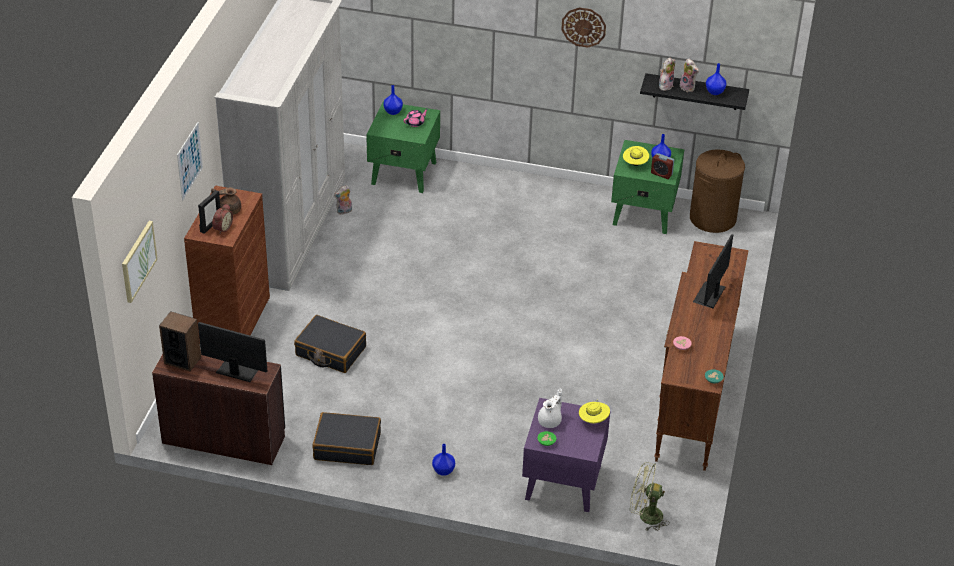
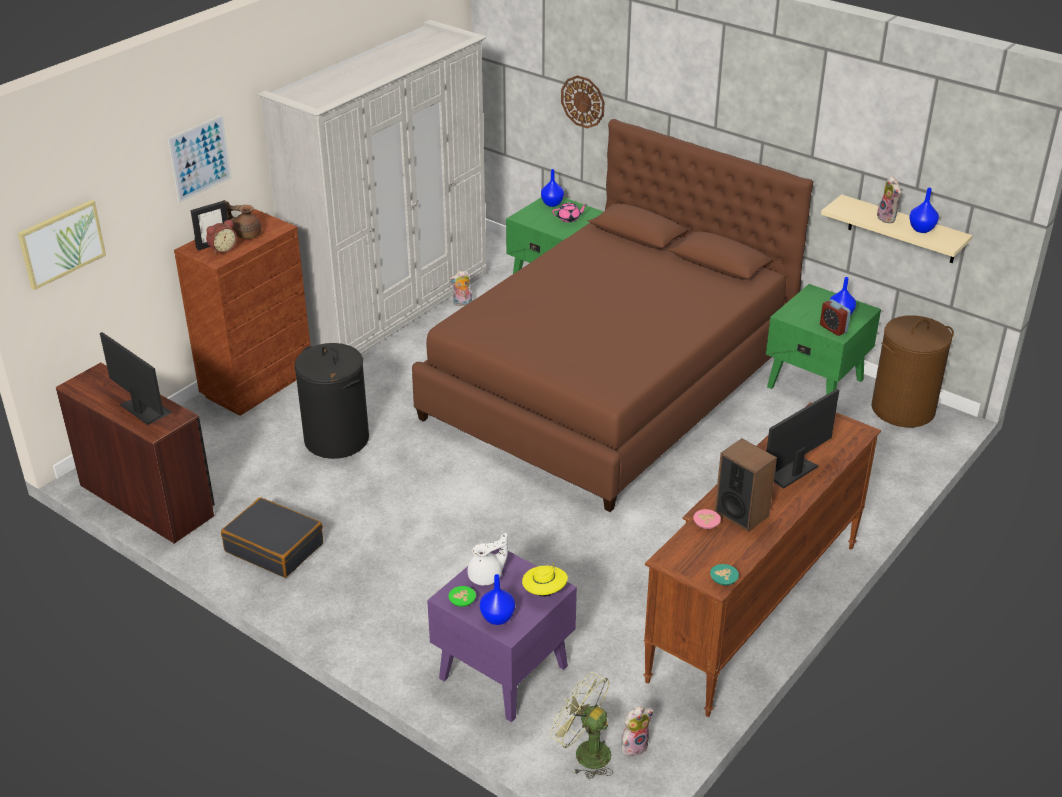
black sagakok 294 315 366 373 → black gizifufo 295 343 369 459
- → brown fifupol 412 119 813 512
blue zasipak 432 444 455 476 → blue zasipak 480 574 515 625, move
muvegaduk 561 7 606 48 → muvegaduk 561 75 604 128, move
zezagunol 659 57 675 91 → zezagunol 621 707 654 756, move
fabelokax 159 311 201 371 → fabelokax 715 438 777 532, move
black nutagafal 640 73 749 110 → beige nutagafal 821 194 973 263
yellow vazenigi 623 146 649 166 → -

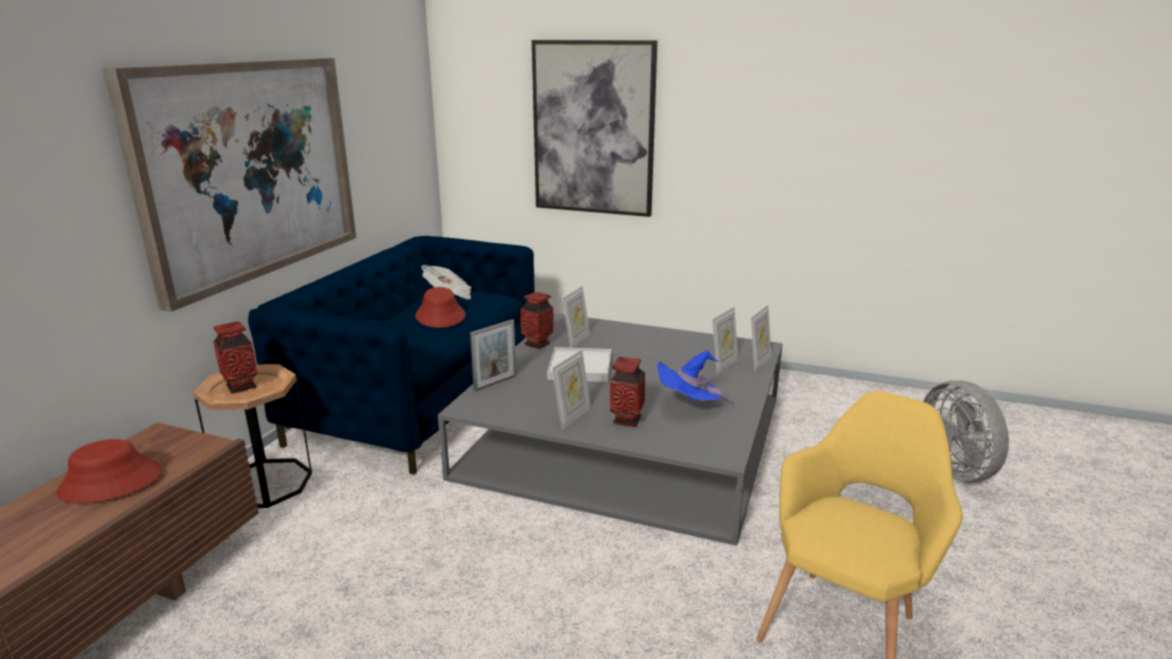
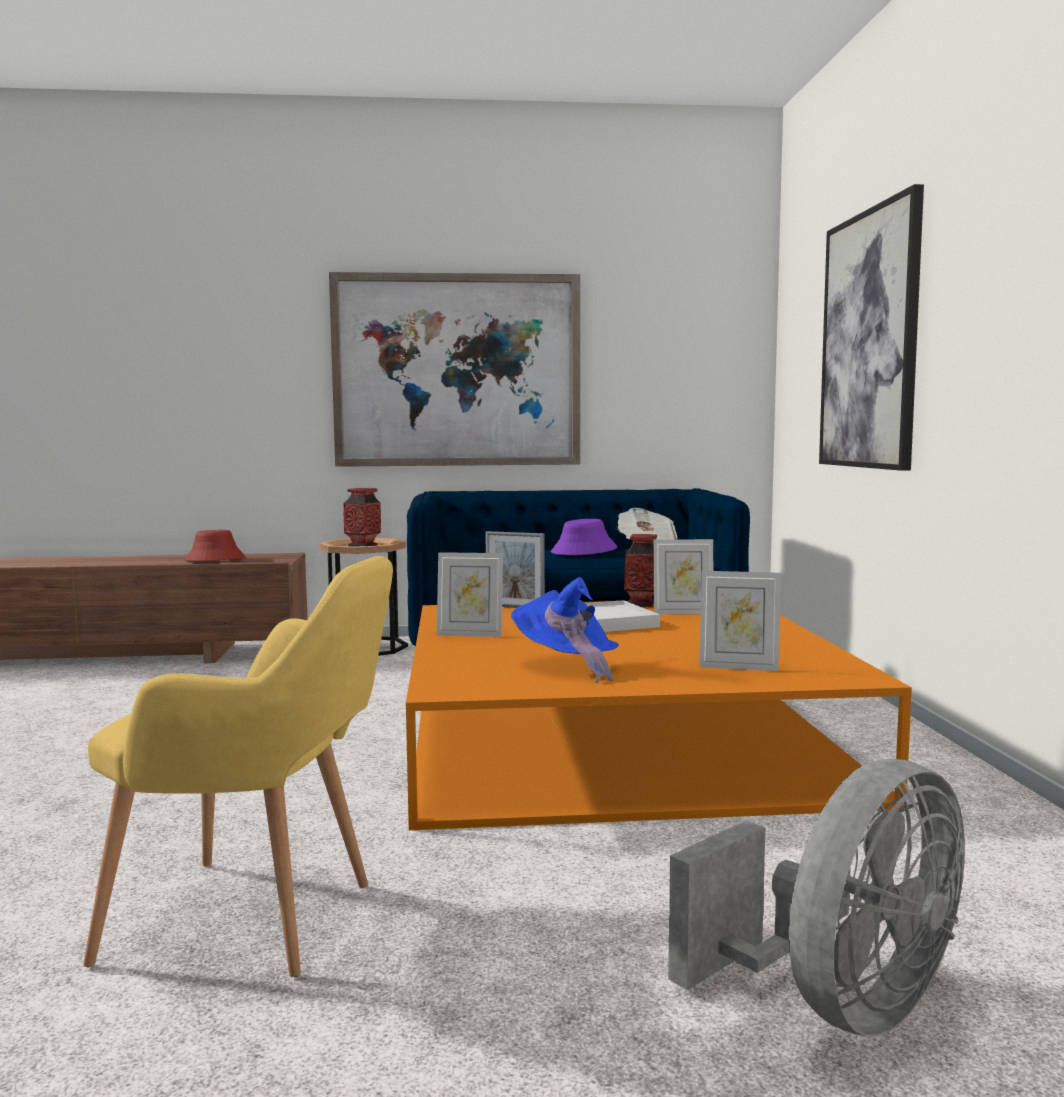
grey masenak 438 313 783 546 → orange masenak 406 601 912 830
red vazenigi 415 287 466 328 → purple vazenigi 551 519 617 555
zasipak 610 357 645 427 → -
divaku 751 305 772 372 → -

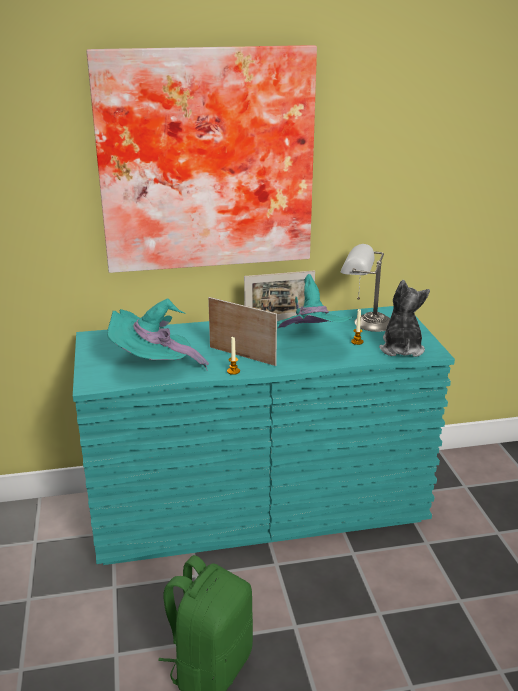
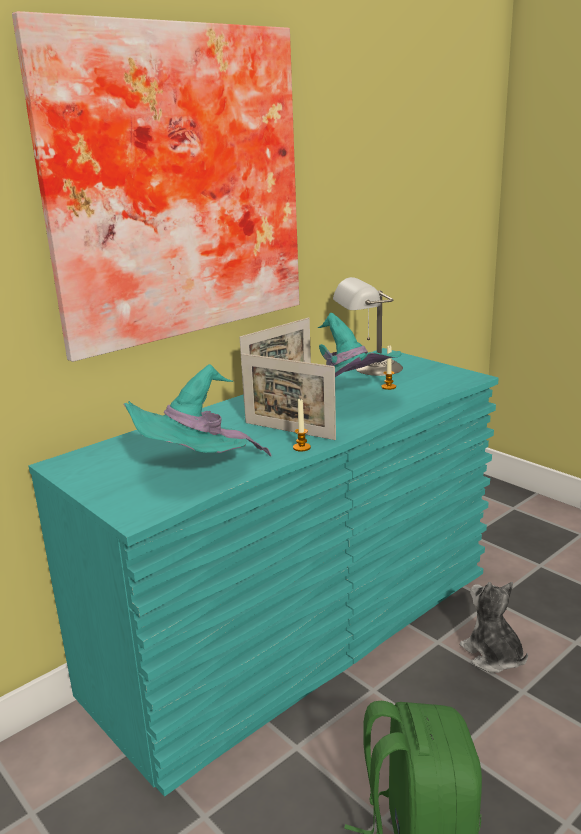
divaku 208 297 277 366 → divaku 241 353 336 440, 150 degrees counterclockwise
zezagunol 379 280 430 357 → zezagunol 460 582 528 673, move

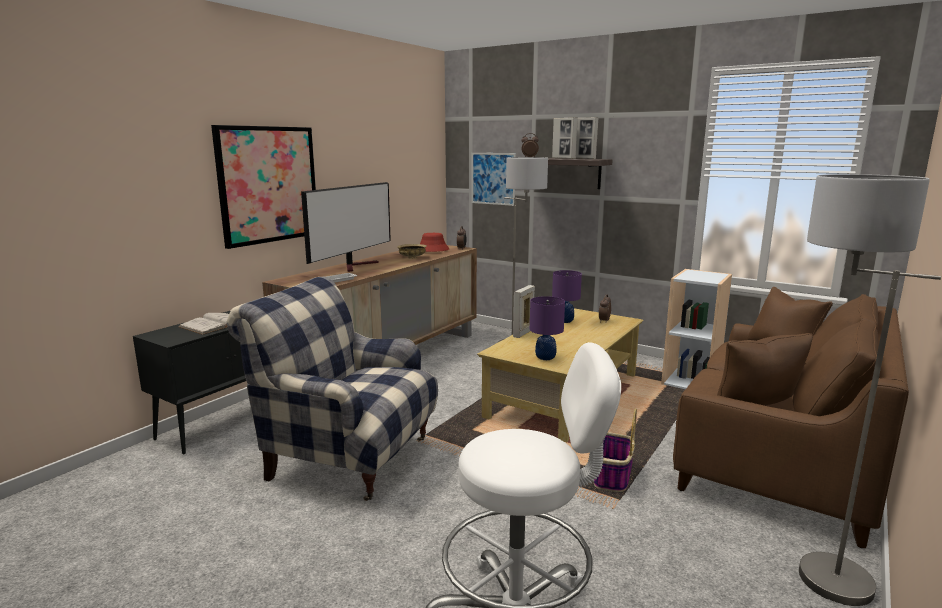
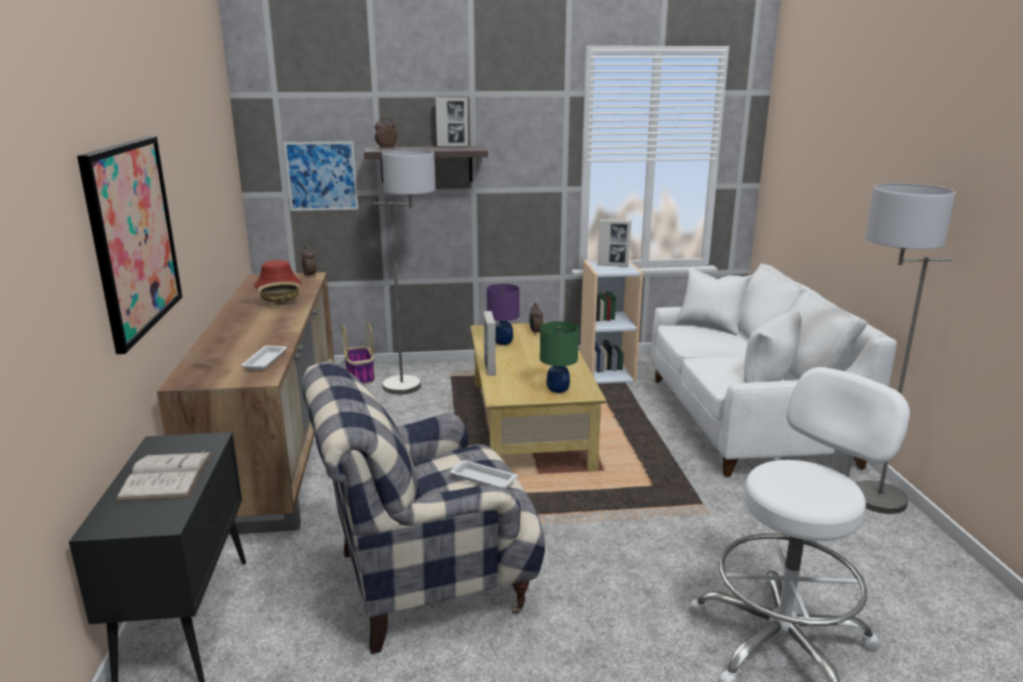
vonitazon 594 408 637 492 → vonitazon 342 323 374 384, move
- → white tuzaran 450 460 518 488
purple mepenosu 530 296 565 360 → green mepenosu 540 321 579 393
divaku 552 117 578 159 → divaku 598 219 631 267, move
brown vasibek 673 287 909 548 → white vasibek 651 263 897 477
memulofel 301 182 391 272 → -

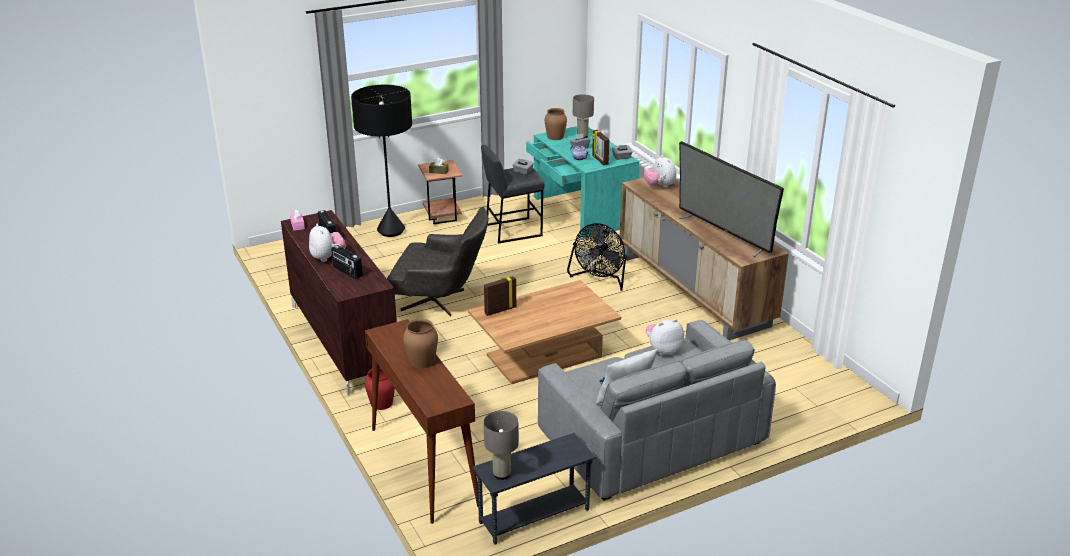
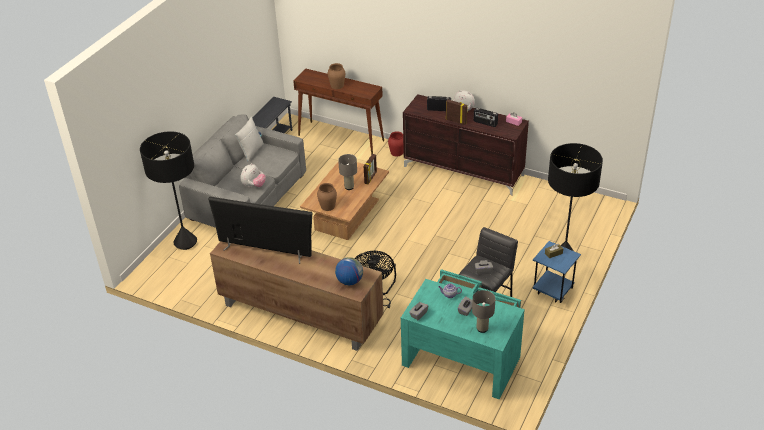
- → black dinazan 140 131 197 250
brown zasipak 545 108 567 140 → brown zasipak 317 183 337 211, move
zezagunol 644 155 676 188 → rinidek 335 257 363 285
grey mepenosu 484 411 519 480 → grey mepenosu 338 154 357 190, move
divaku 592 130 609 166 → divaku 446 99 467 125, move
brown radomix 418 160 463 224 → blue radomix 533 241 581 303
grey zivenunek 387 207 488 317 → -

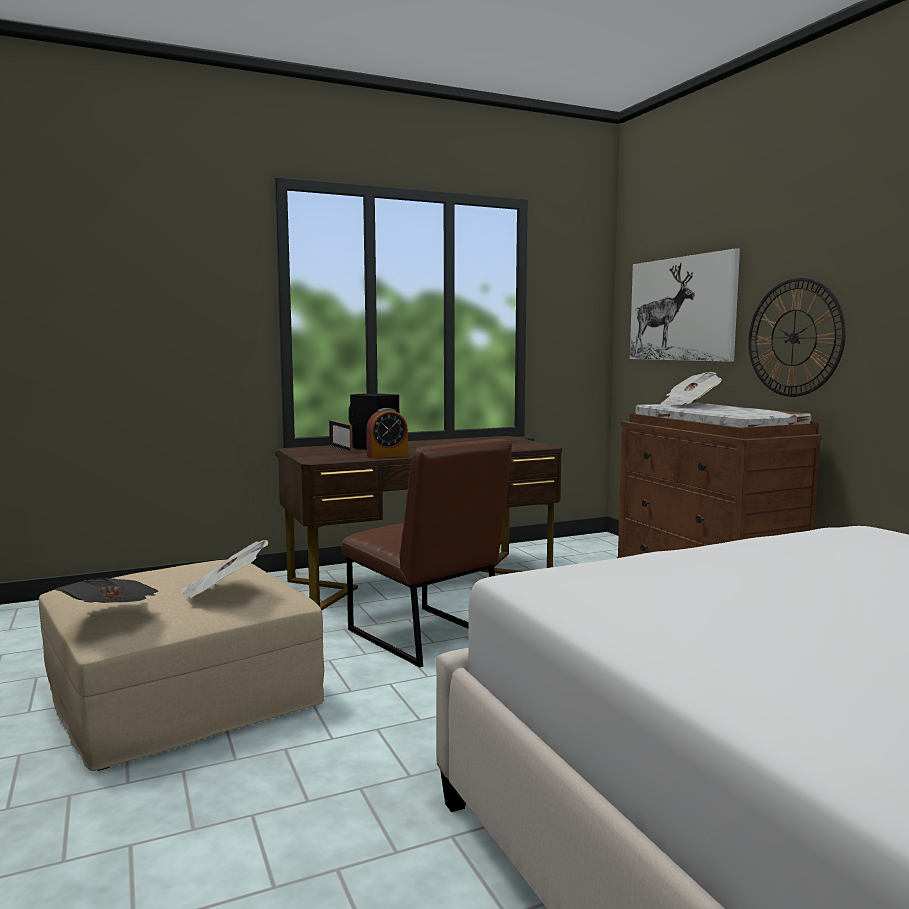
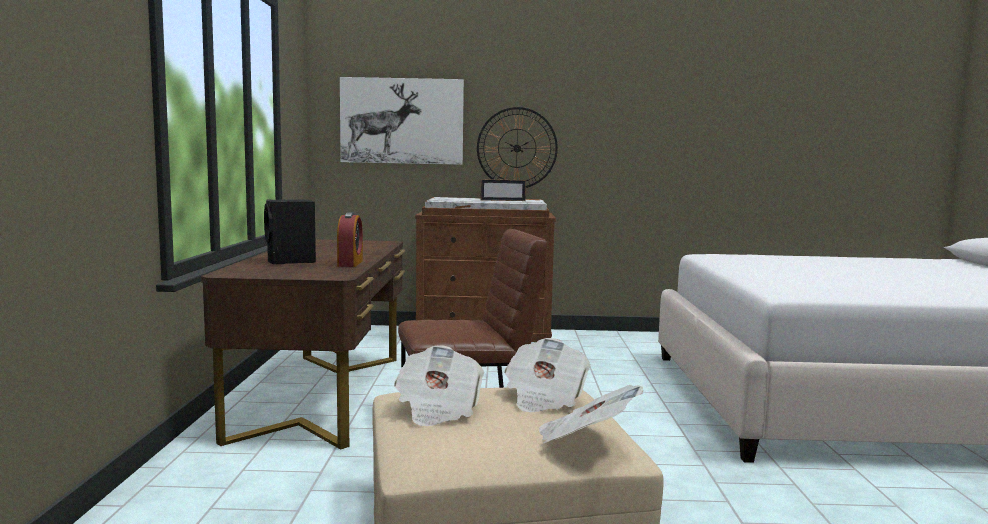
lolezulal 661 372 722 406 → lolezulal 394 345 484 426, move
divaku 329 420 353 453 → divaku 480 179 526 201, move

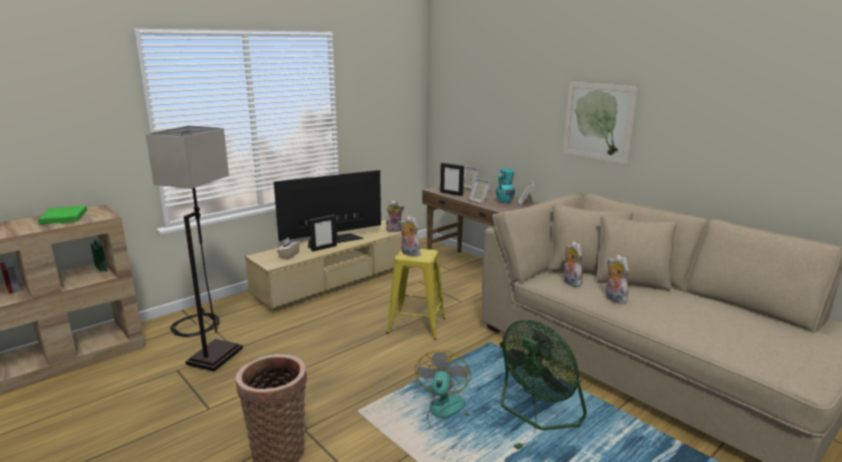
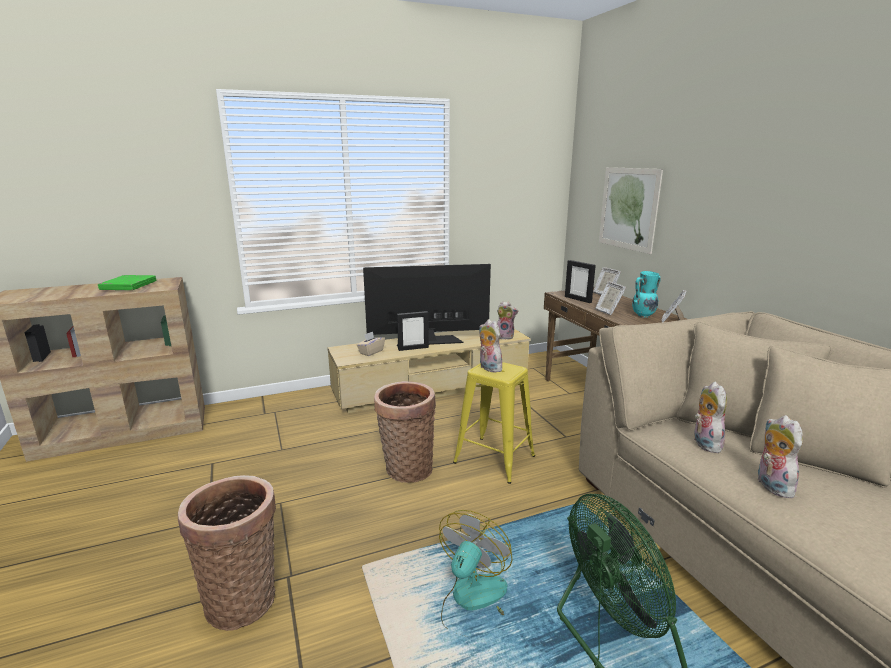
- → vonitazon 374 381 436 483
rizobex 563 82 638 164 → rizobex 599 167 663 254, move
dinazan 146 126 243 371 → -

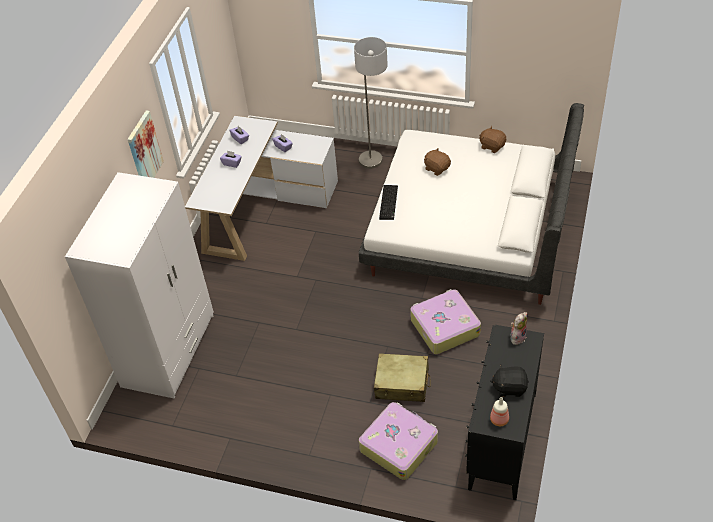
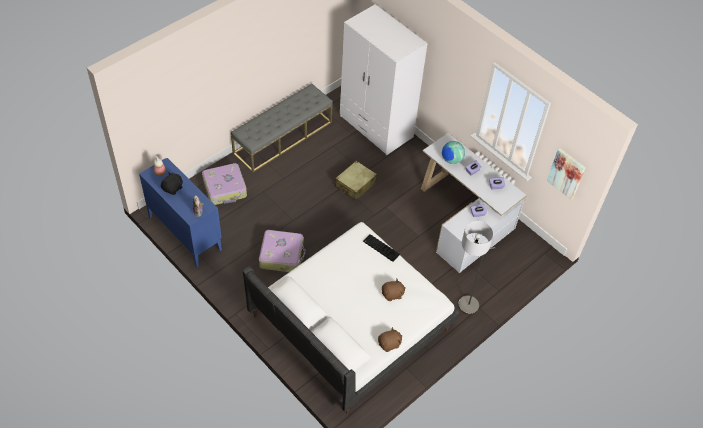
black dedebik 465 325 544 500 → blue dedebik 139 158 222 267
- → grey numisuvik 231 84 333 172
beige sagakok 374 354 430 402 → beige sagakok 335 161 377 201, move
- → rinidek 442 141 465 164
rizobex 127 110 164 178 → rizobex 547 148 586 200, move

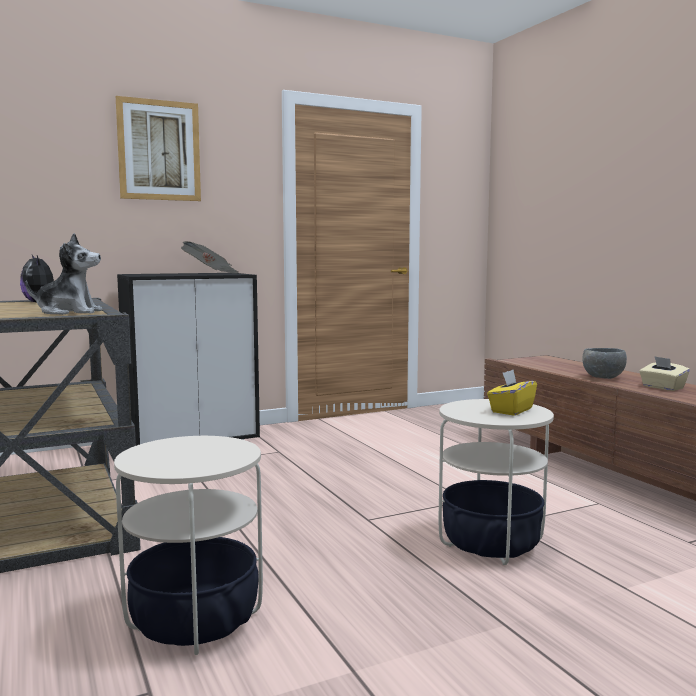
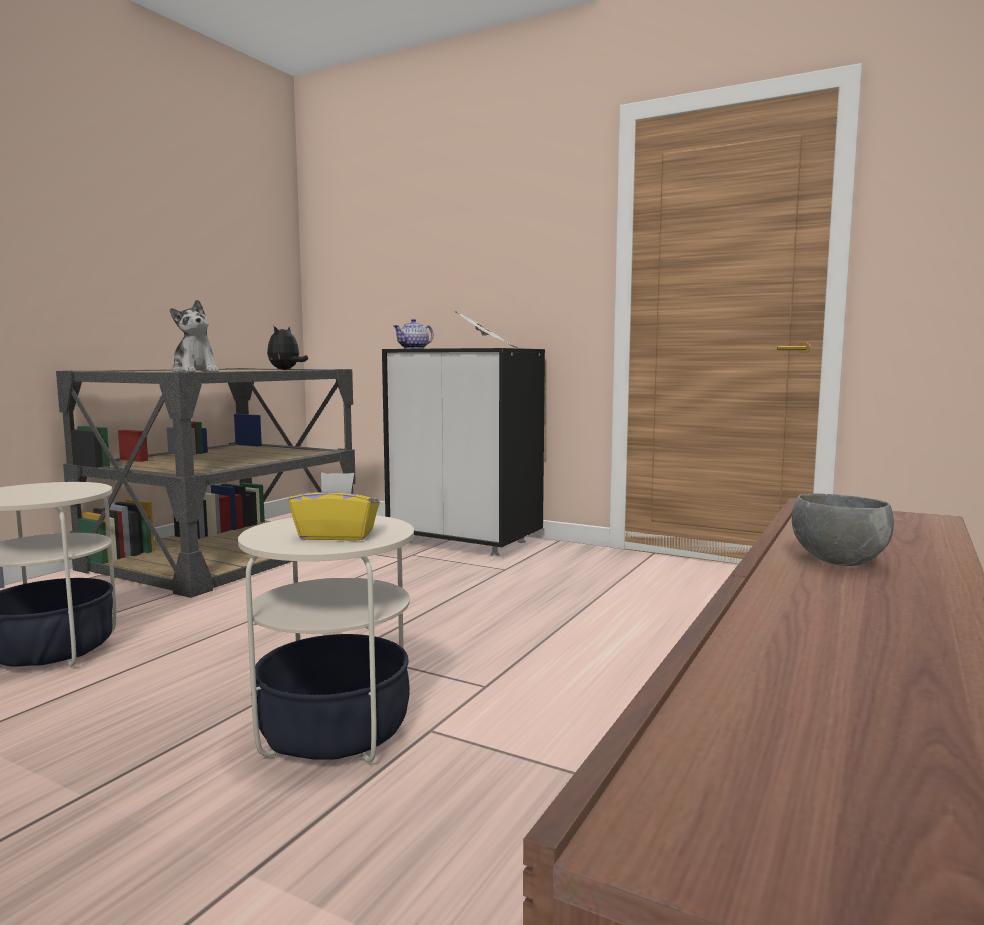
- → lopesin 393 319 434 349
rizobex 116 96 201 201 → -
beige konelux 639 356 690 391 → -

